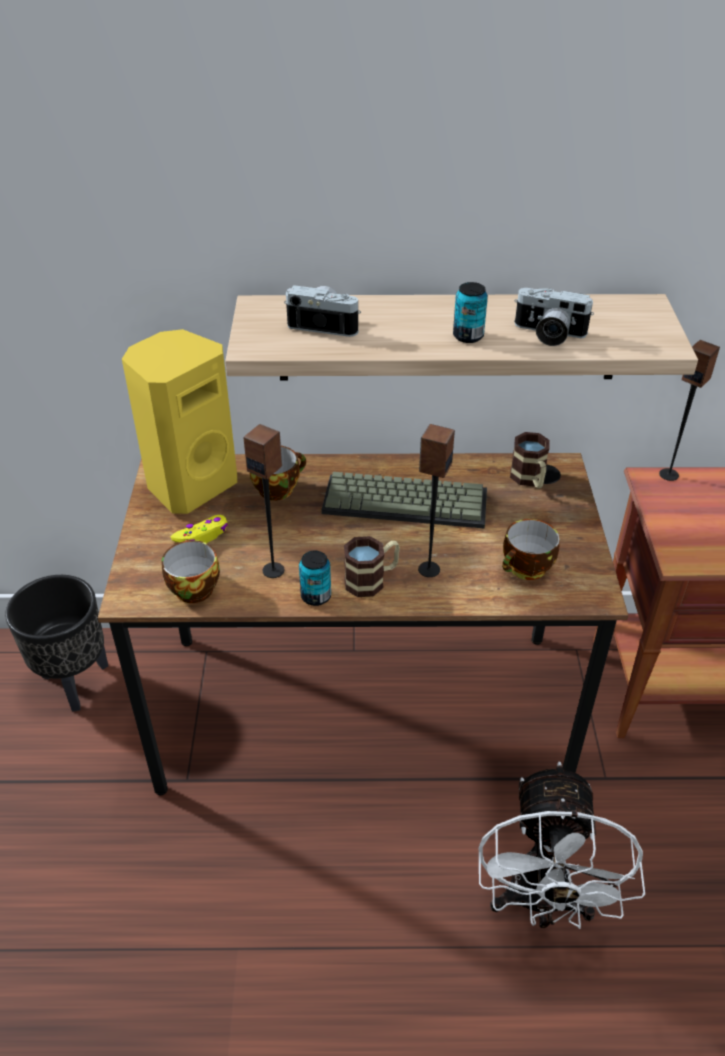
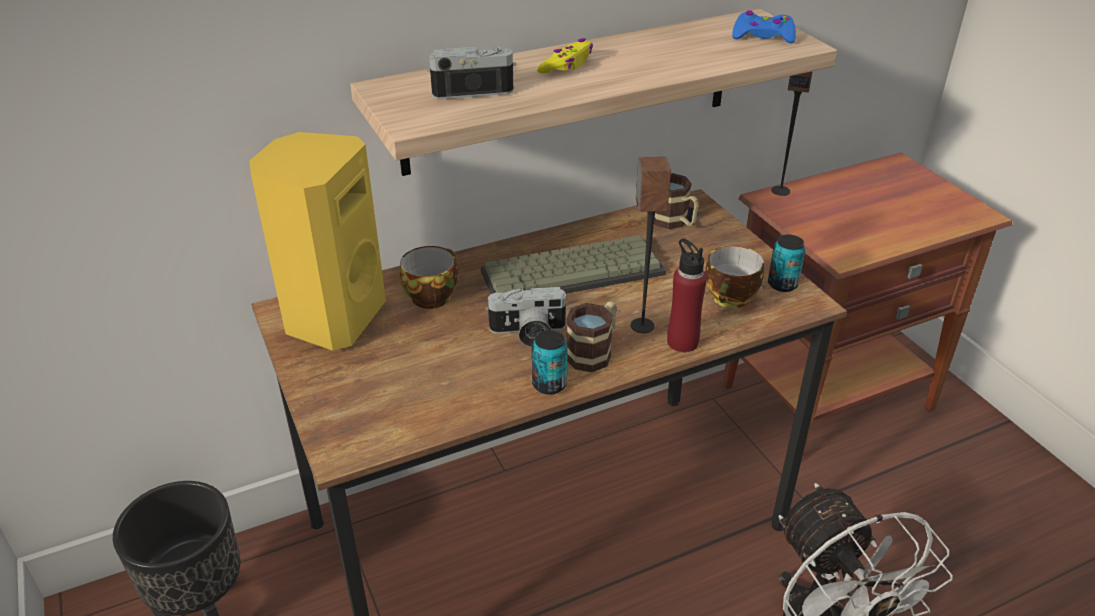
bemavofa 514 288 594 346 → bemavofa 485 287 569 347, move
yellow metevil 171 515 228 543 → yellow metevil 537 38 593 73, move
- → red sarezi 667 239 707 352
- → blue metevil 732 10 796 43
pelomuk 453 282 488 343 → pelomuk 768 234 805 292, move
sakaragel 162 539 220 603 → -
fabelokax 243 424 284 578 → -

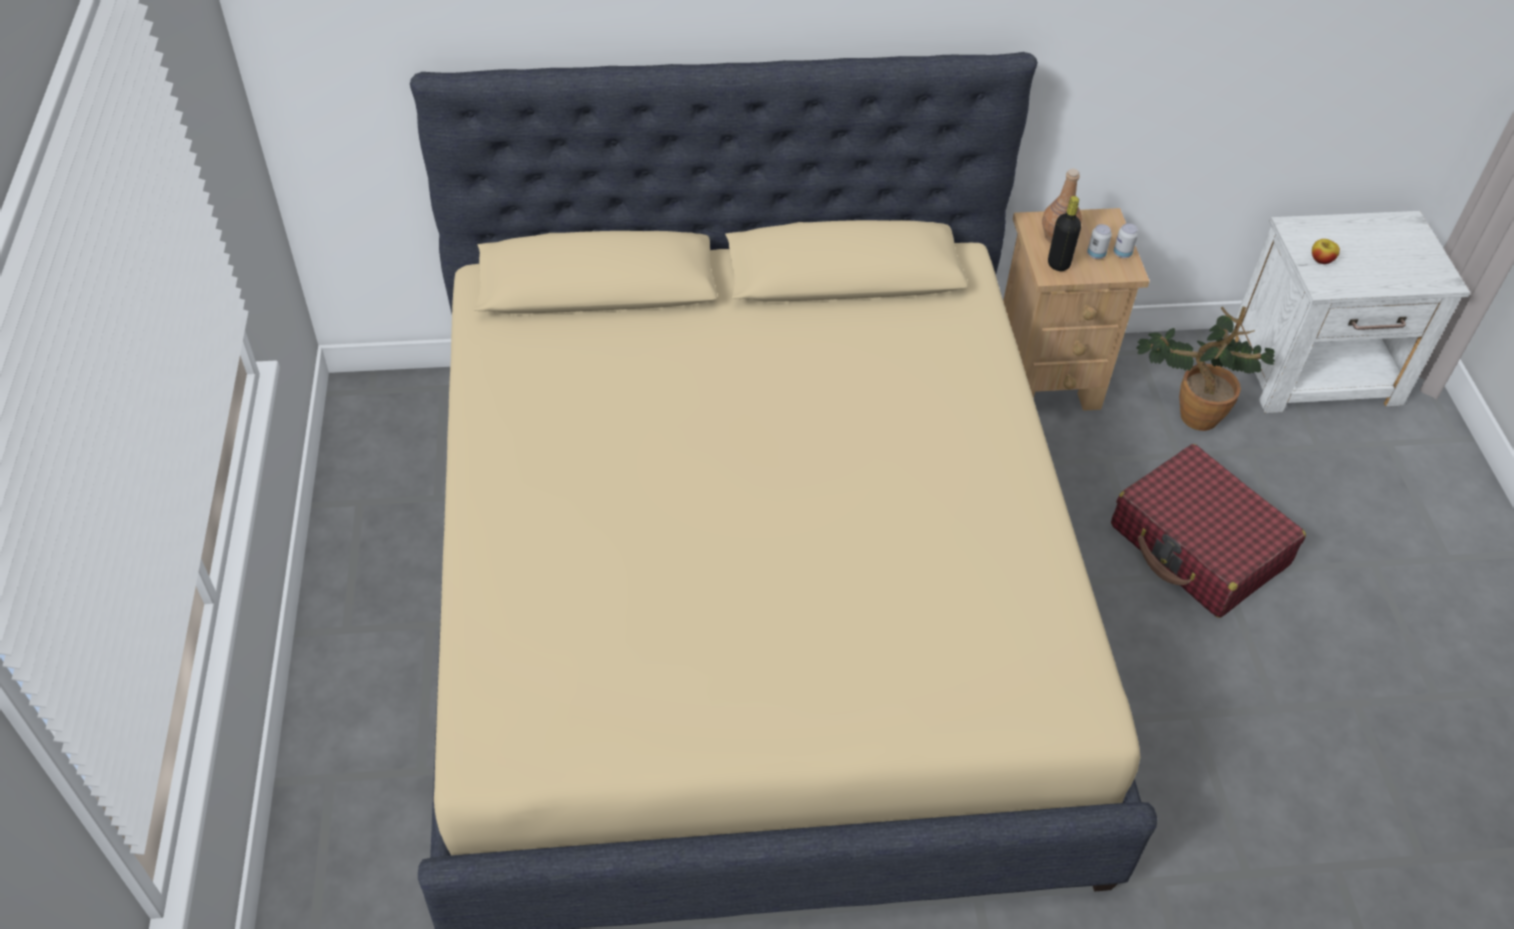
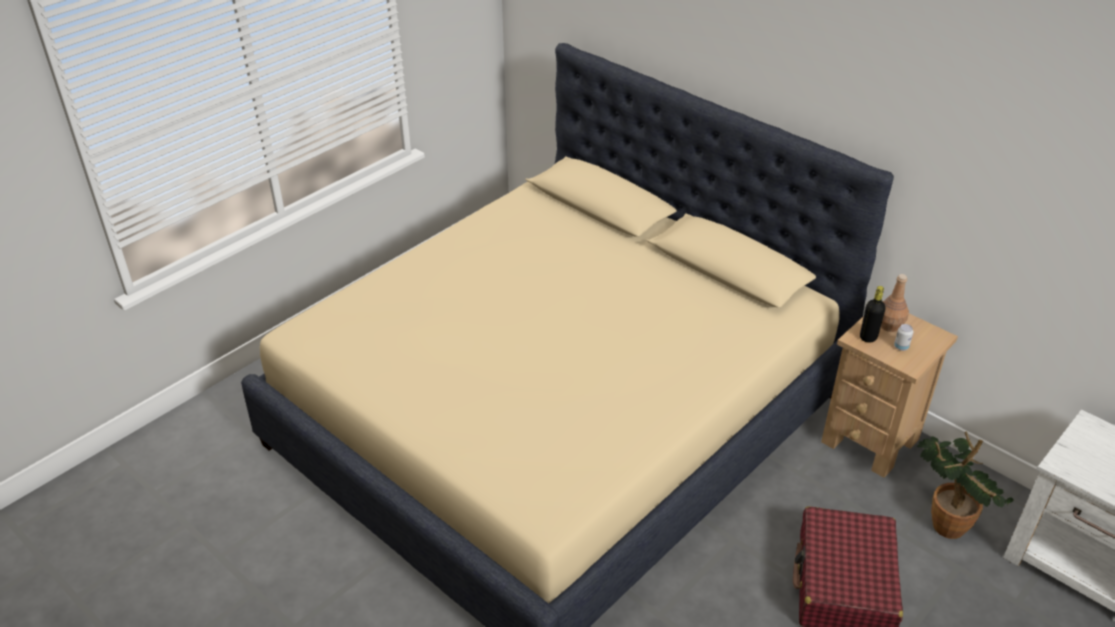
pelomuk 1114 223 1138 258 → -
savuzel 1312 239 1340 264 → -

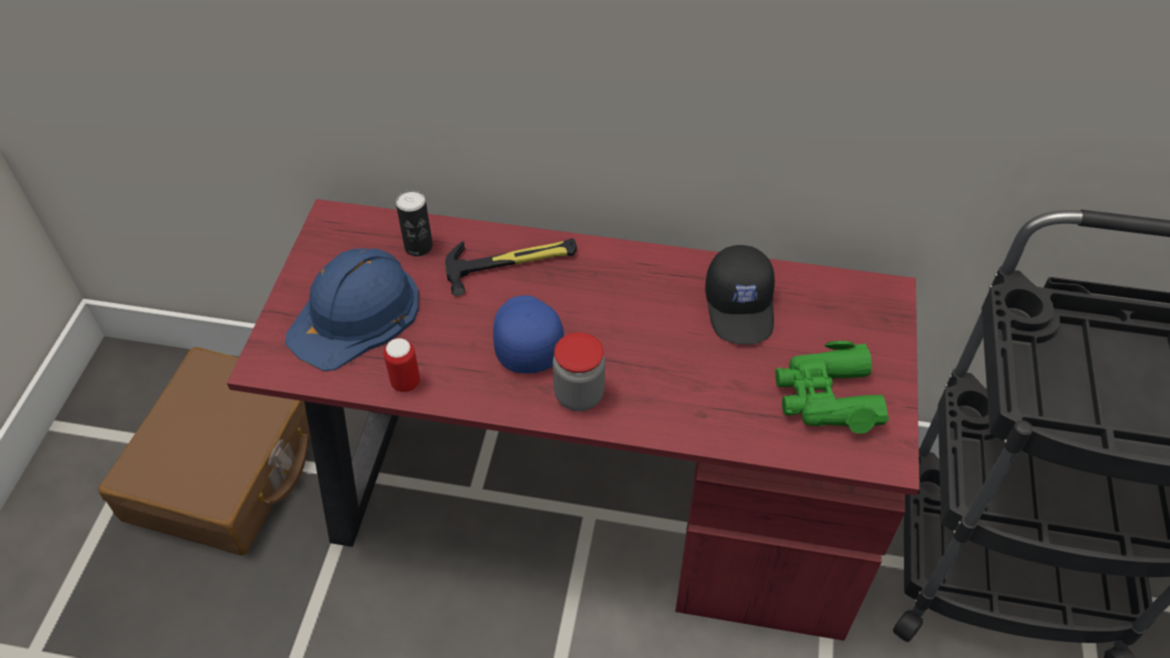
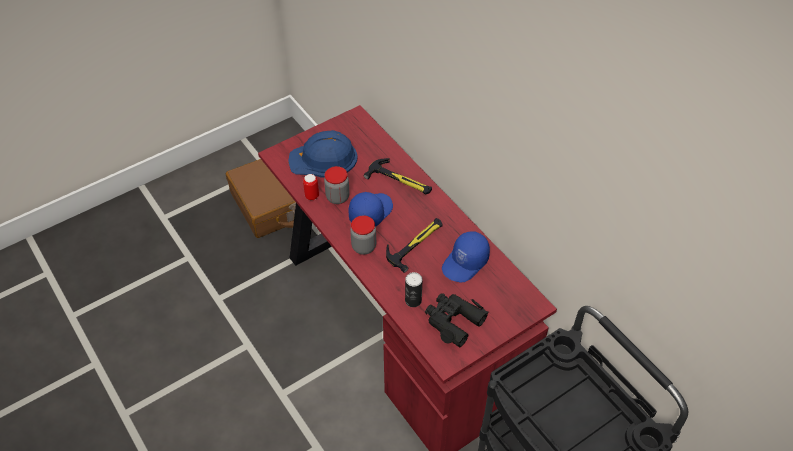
- → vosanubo 324 166 350 204
- → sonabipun 386 218 442 273
pelomuk 396 190 433 256 → pelomuk 405 272 423 307, move
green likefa 775 341 889 434 → black likefa 425 293 489 348
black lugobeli 705 245 775 345 → blue lugobeli 442 231 490 282

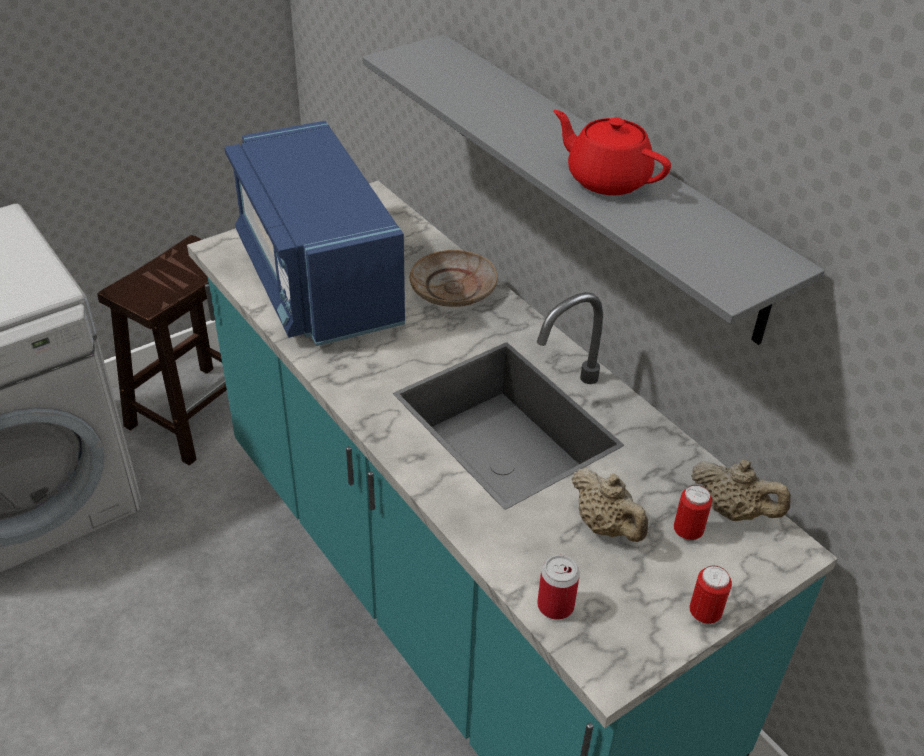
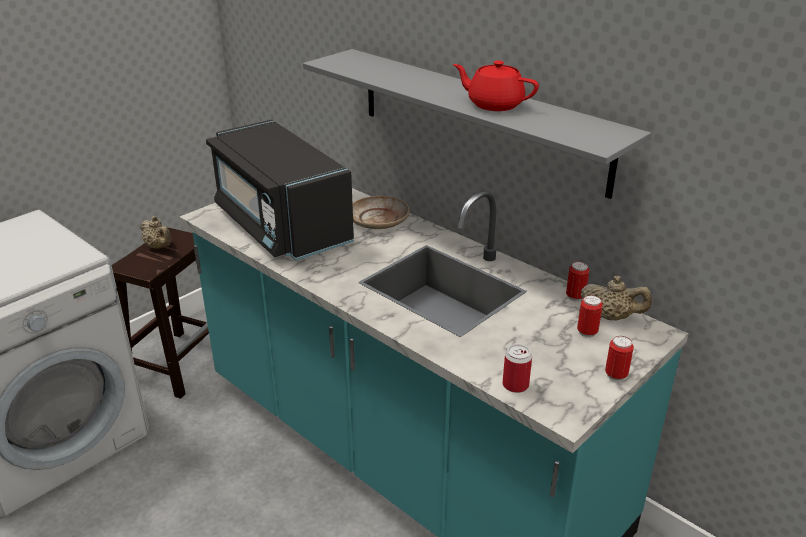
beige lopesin 572 468 648 542 → beige lopesin 140 216 171 249, move
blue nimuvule 224 121 405 346 → black nimuvule 206 120 354 261
- → pelomuk 566 262 589 301

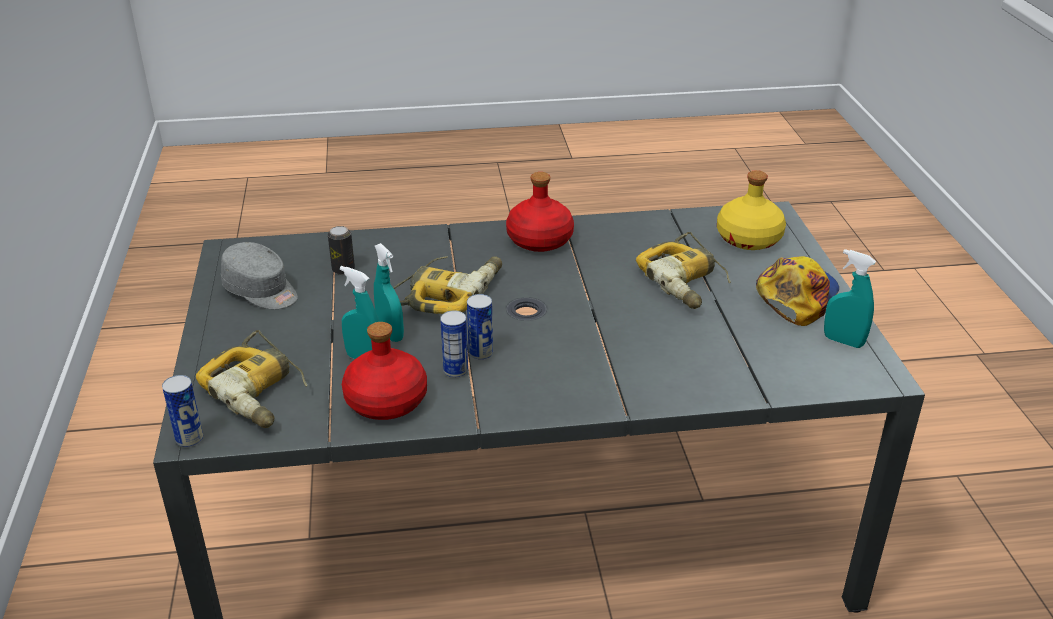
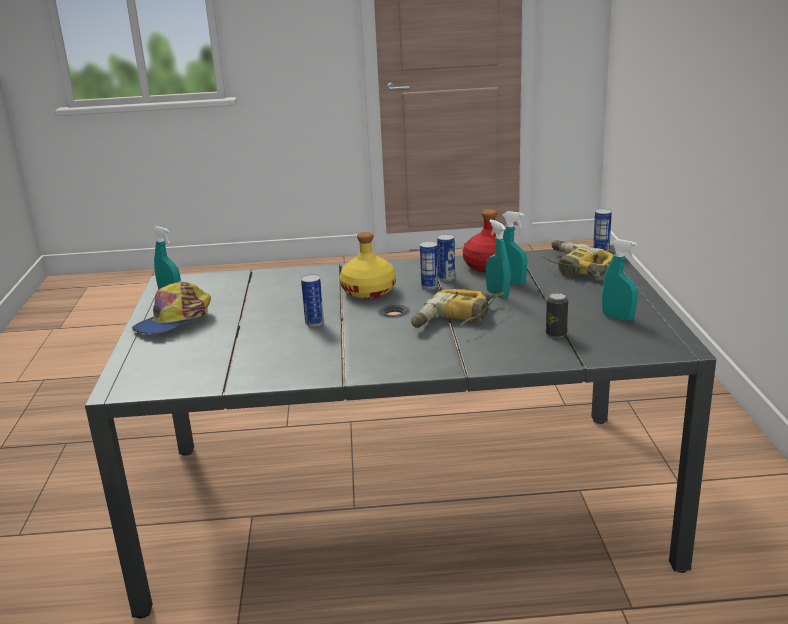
- → pelomuk 301 274 324 327
yellow sarezi 717 170 786 250 → yellow sarezi 339 232 396 299, move
grey lugobeli 221 242 298 309 → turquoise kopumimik 602 239 638 321
red sarezi 506 172 574 252 → -
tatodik 636 232 731 309 → -

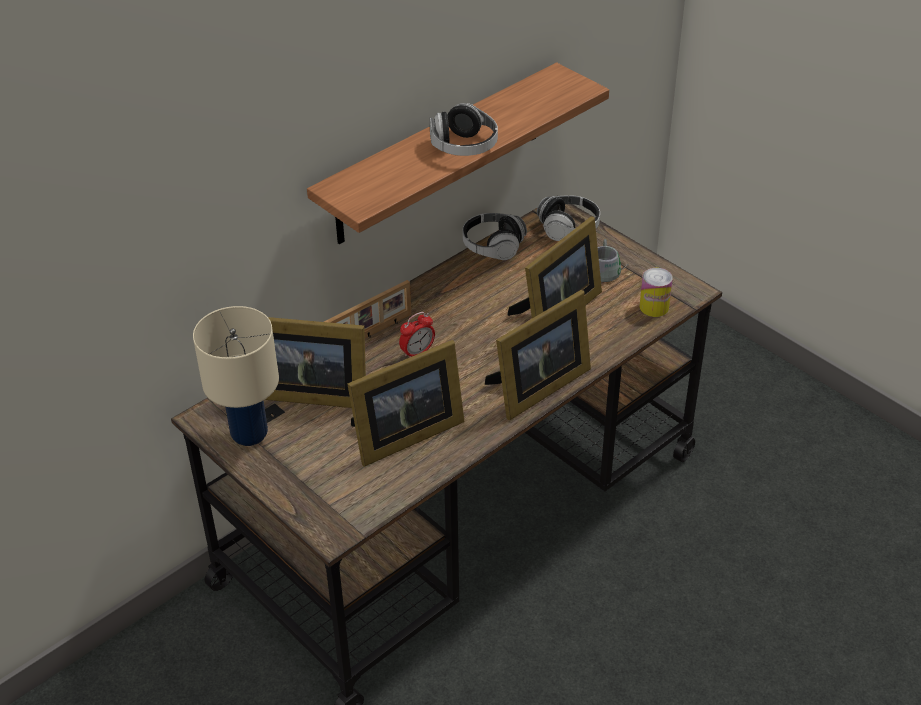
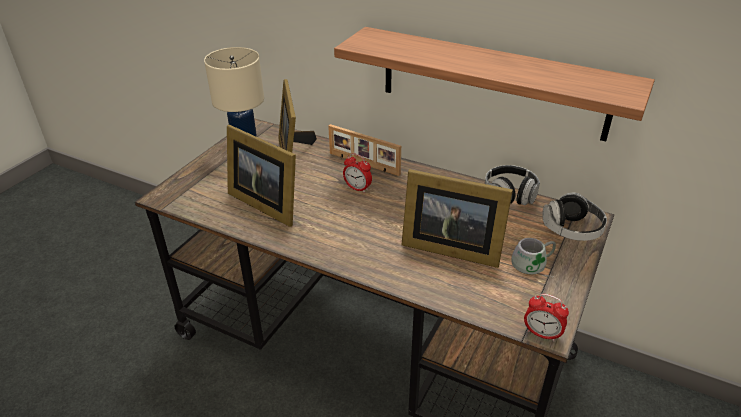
- → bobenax 524 294 569 342
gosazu 429 103 498 156 → -
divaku 485 290 591 420 → -
pelomuk 639 268 673 317 → -

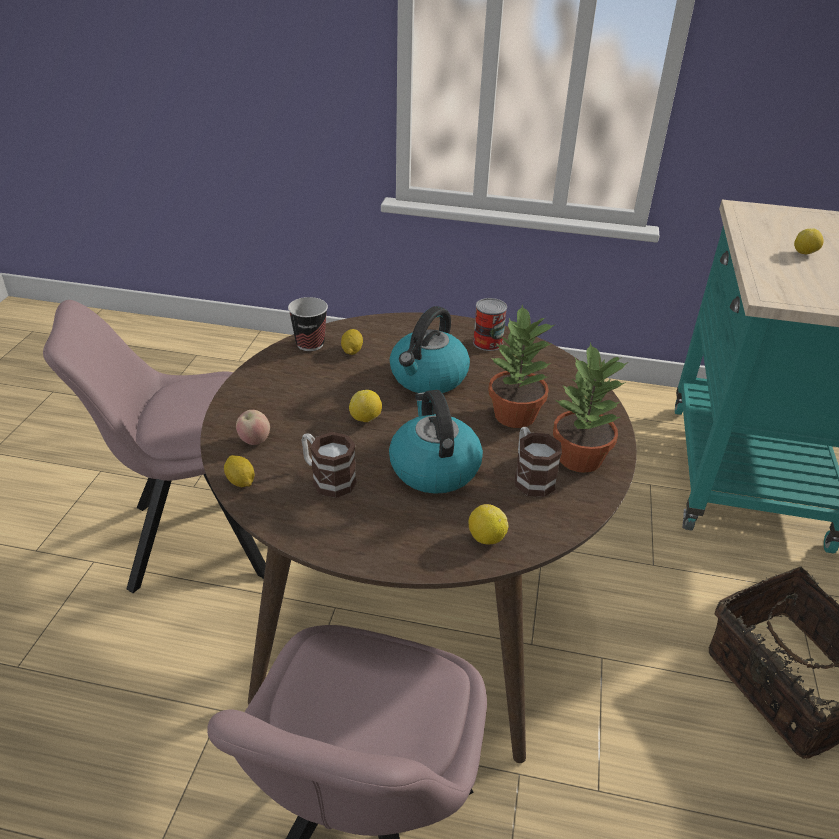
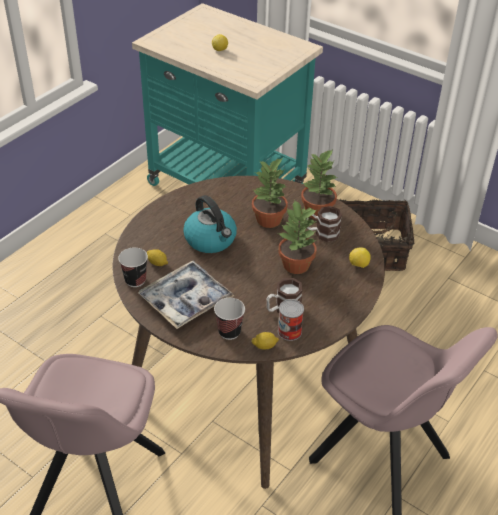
- → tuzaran 138 261 234 329
savuzel 236 410 270 445 → sakaragel 214 298 245 340
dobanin 389 390 483 494 → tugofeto 278 201 317 274
pelomuk 473 298 507 351 → pelomuk 278 299 304 341, move
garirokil 349 390 382 422 → -

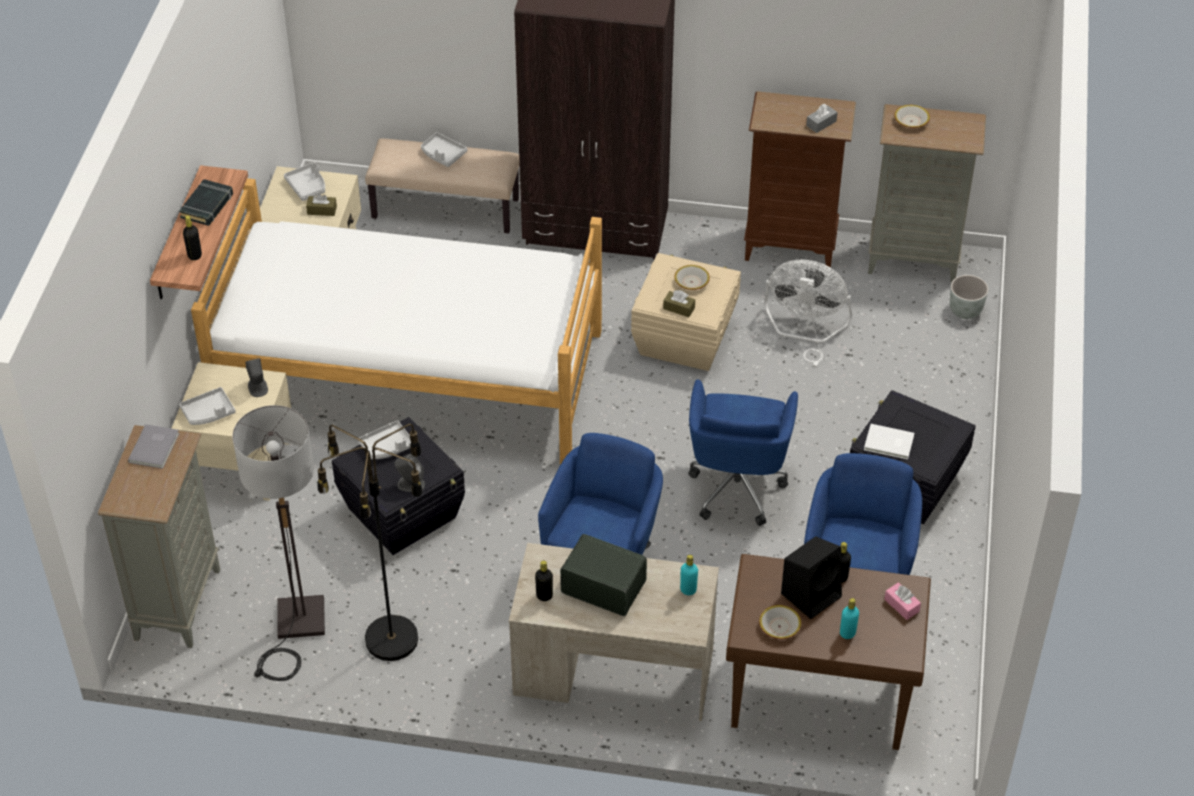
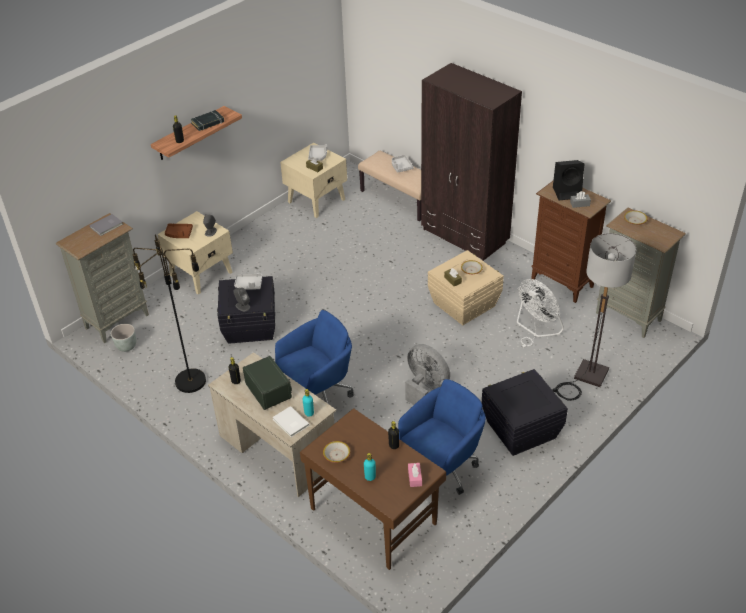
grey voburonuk 950 275 988 319 → grey voburonuk 111 324 136 352, move
grey tuzaran 179 387 236 425 → brown tuzaran 165 223 193 238
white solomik 864 424 914 460 → white solomik 272 406 310 437, move
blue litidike 688 379 798 526 → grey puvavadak 405 344 450 405
black fabelokax 781 536 842 619 → black fabelokax 553 160 584 200, move
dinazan 232 405 325 681 → dinazan 553 233 637 401, move
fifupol 191 178 602 465 → -

